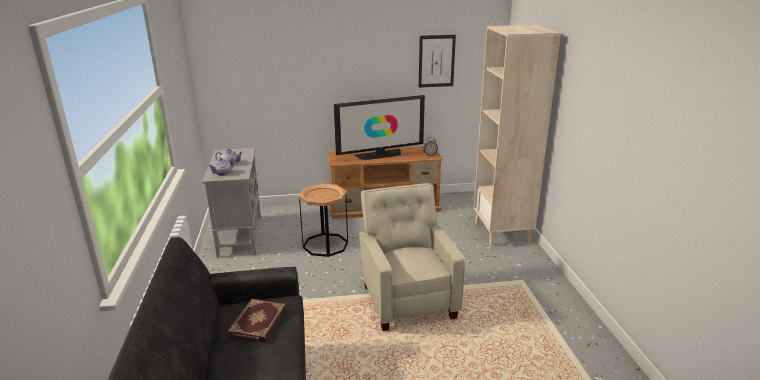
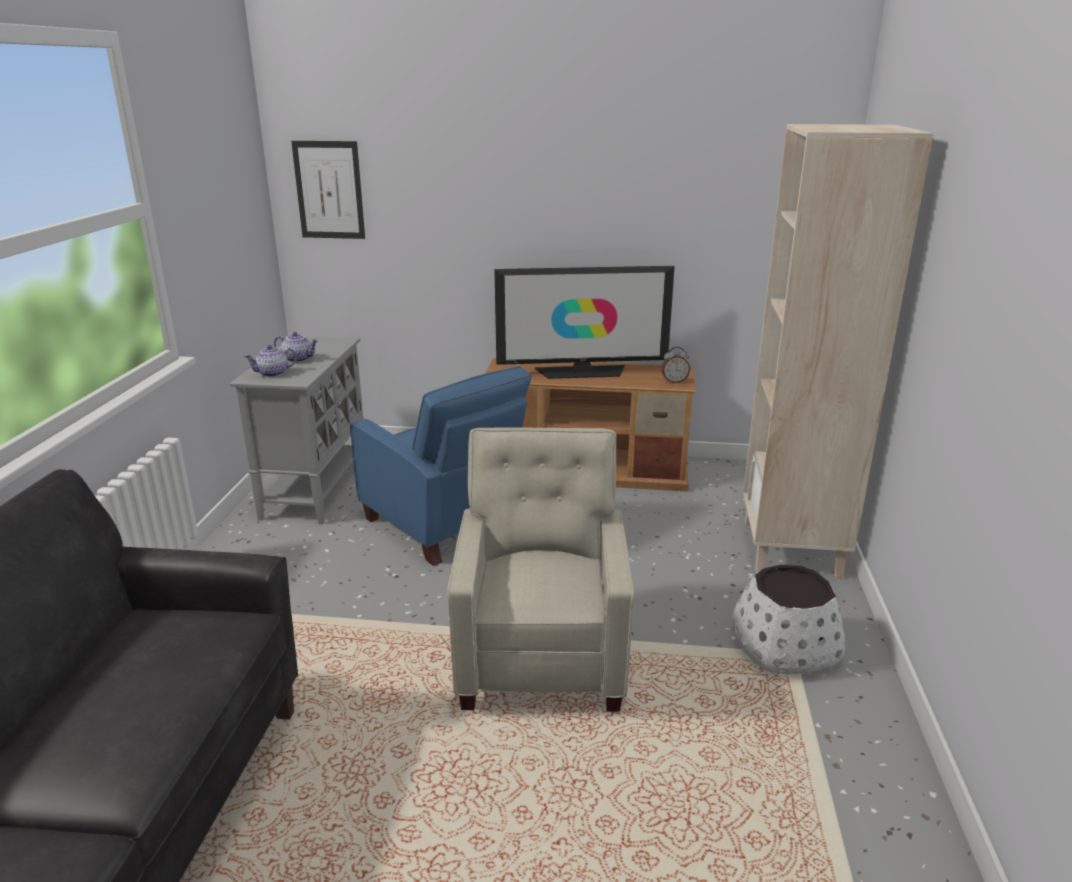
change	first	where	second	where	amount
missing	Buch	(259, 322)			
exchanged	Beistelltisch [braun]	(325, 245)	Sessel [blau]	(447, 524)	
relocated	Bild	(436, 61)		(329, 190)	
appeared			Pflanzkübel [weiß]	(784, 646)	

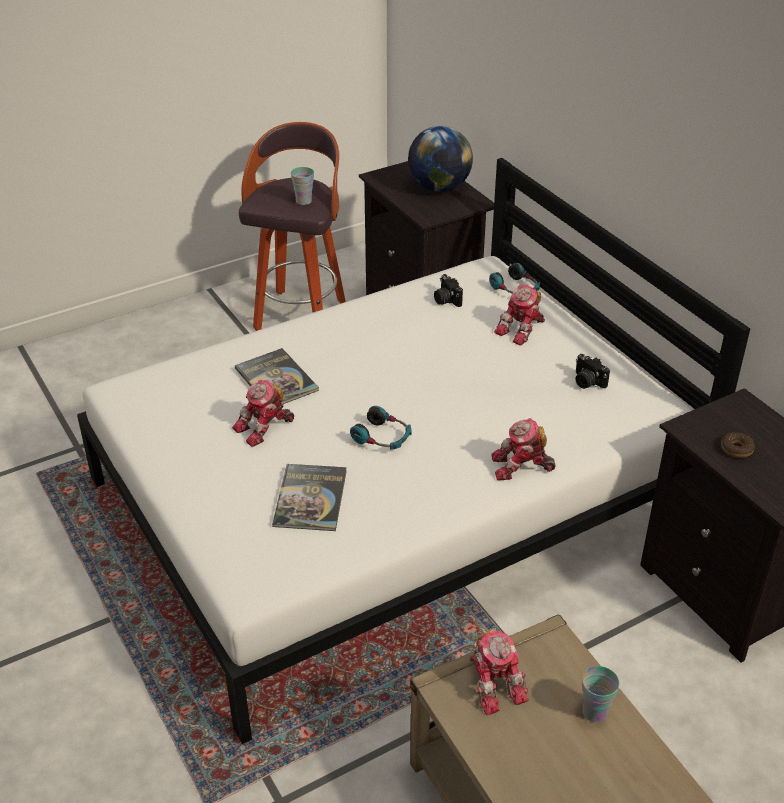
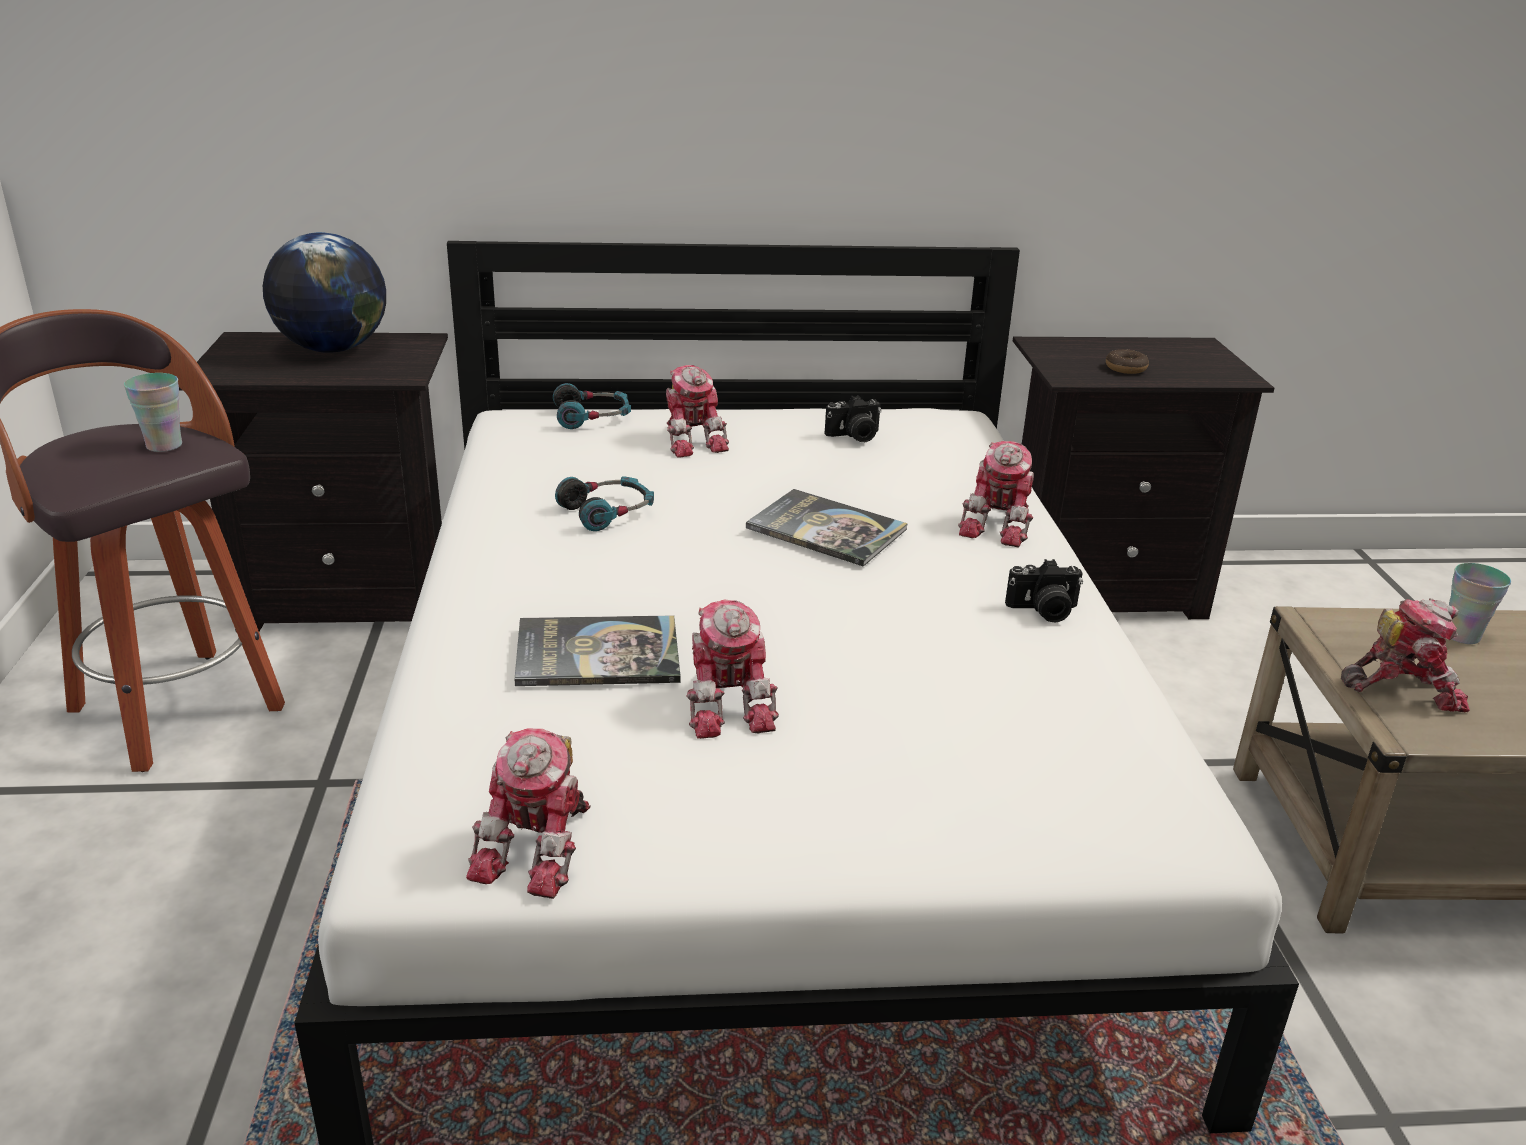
change	first	where	second	where	amount
relocated	Buch	(310, 498)		(826, 529)	
relocated	Kopfhörer	(382, 437)		(608, 512)	
relocated	Kamera	(446, 300)		(1043, 611)	
appeared			Spielzeugroboter	(540, 847)	

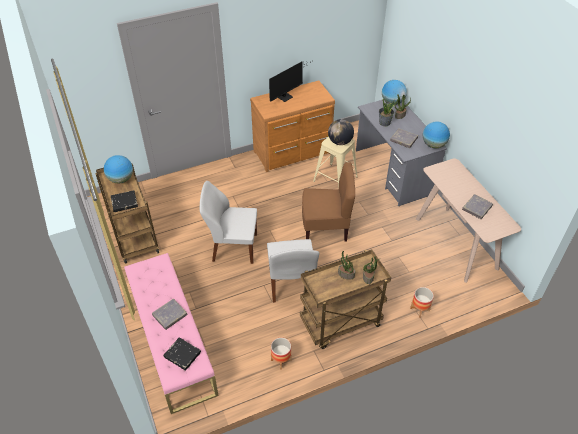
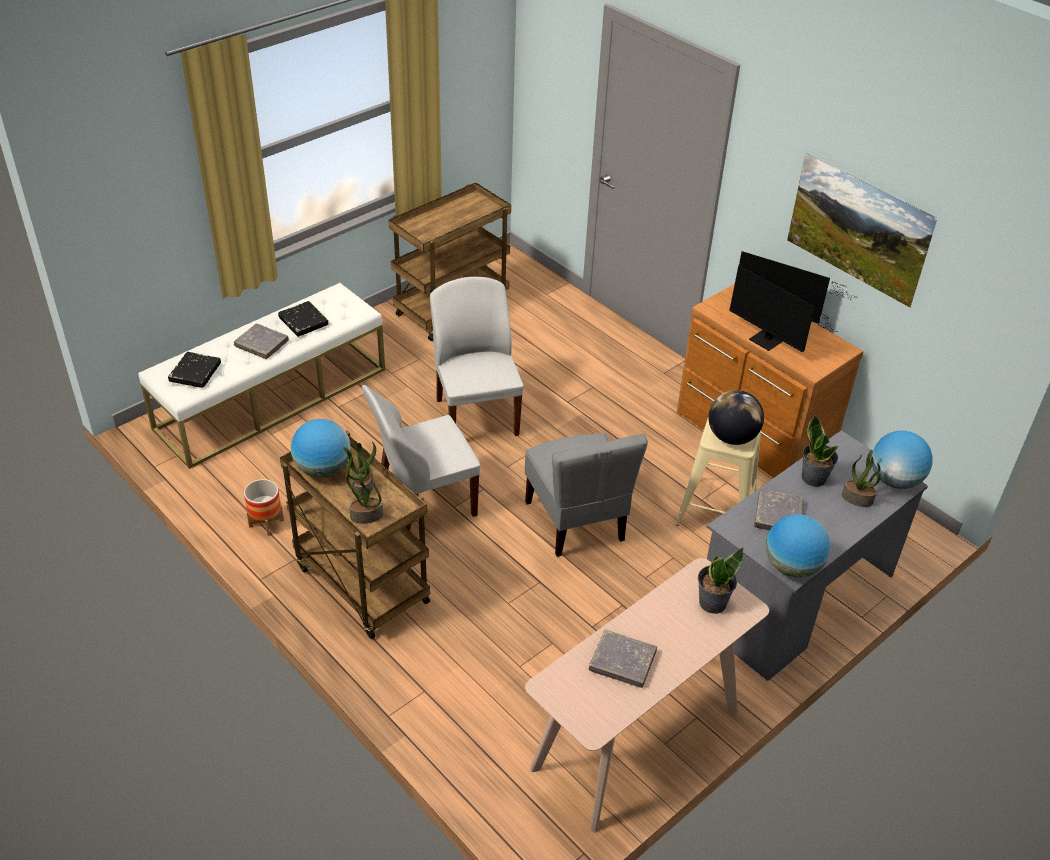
change	first	where	second	where	amount
relocated	Globus	(121, 179)		(323, 469)	
relocated	Buch [schwarz]	(124, 202)		(303, 321)	
colour	Bank [rosa]	(172, 341)	Bank [weiß]	(272, 398)	
colour	Stuhl [braun]	(325, 228)	Stuhl [grau]	(576, 521)	
missing	Pflanzkübel	(420, 309)			
appeared			Topfpflanze	(712, 602)	
appeared			Monitor	(769, 342)	
appeared			Bild	(852, 251)	

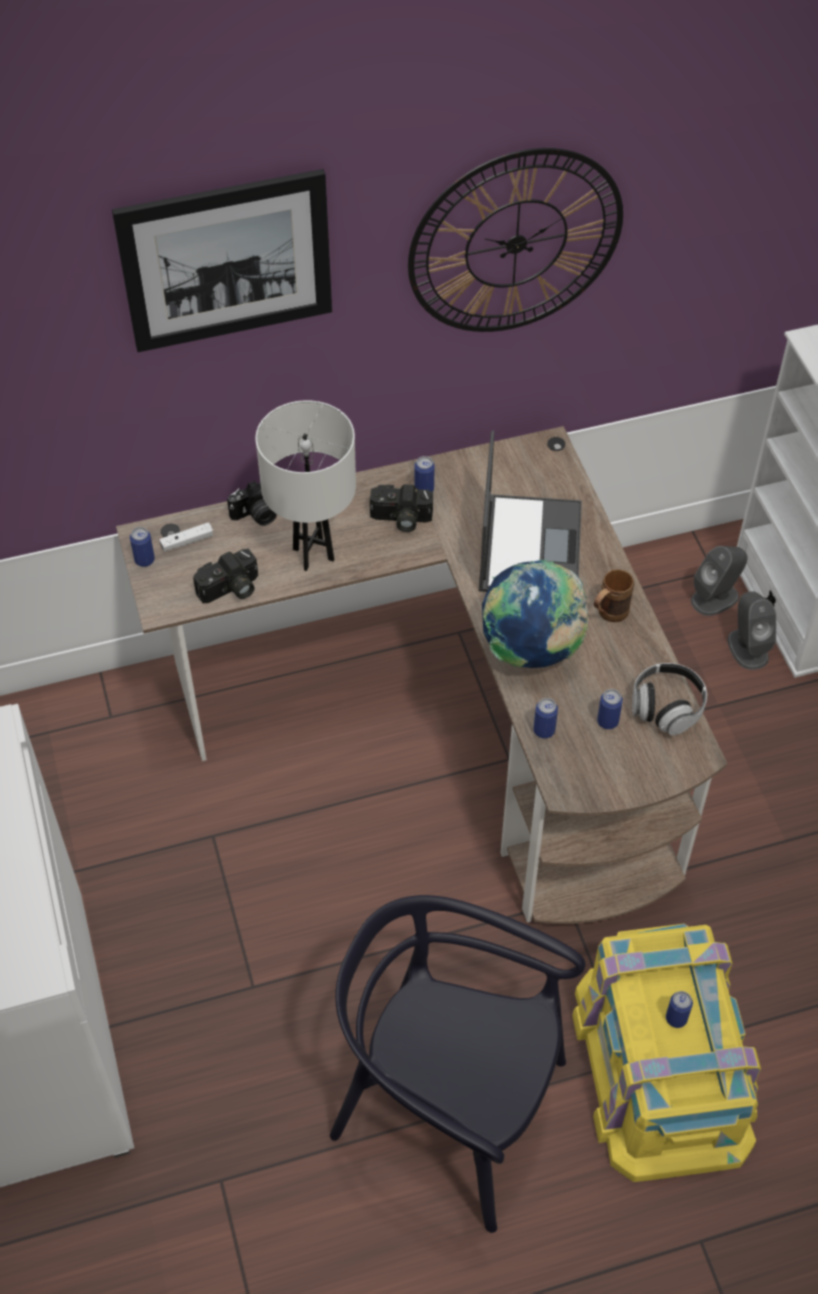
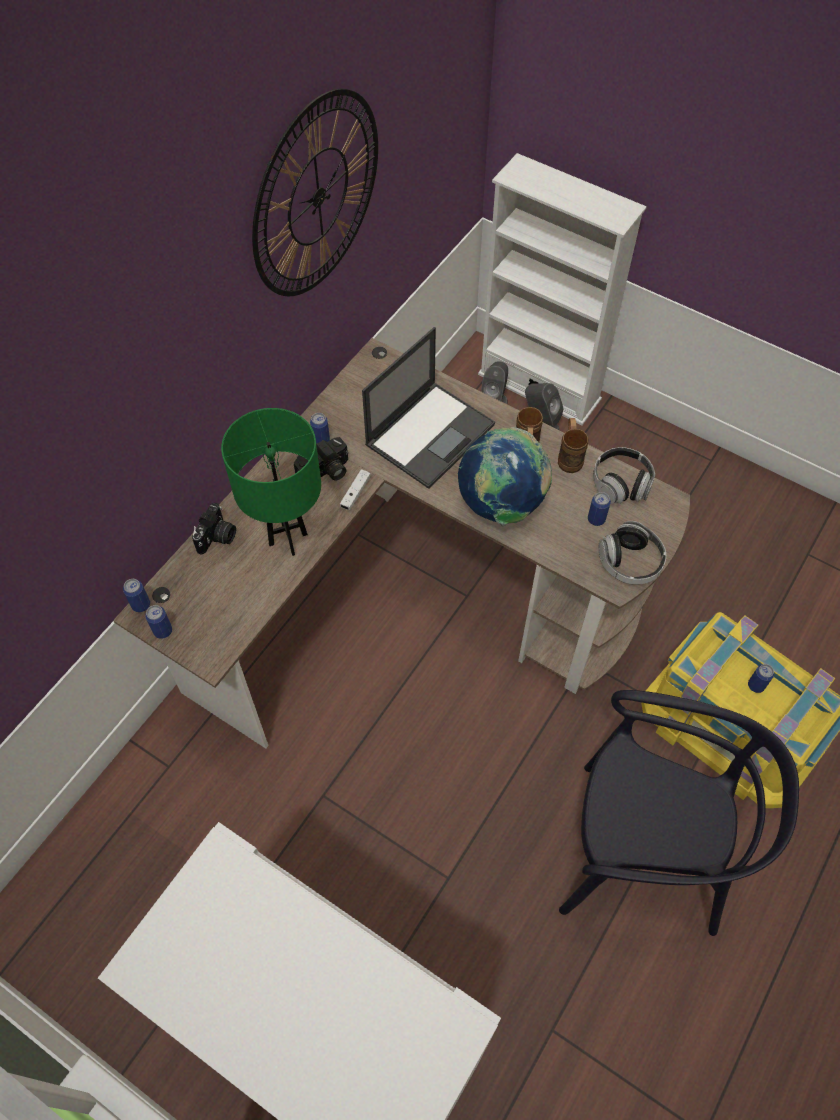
change	first	where	second	where	amount
missing	Bild	(226, 261)			
relocated	Gamepad [weiß]	(187, 541)		(355, 493)	
missing	Kamera	(230, 590)			
colour	Tischlampe [weiß]	(314, 554)	Tischlampe [grün]	(288, 539)	
spun	Stuhl [schwarz]	(449, 1109)		(643, 853)	150 degrees counterclockwise
spun	Laptop	(530, 545)		(430, 433)	75 degrees clockwise
relocated	Dose	(544, 730)		(141, 605)	
appeared			Henkelbecher [braun]	(569, 457)	
appeared			Kopfhörer	(630, 562)	

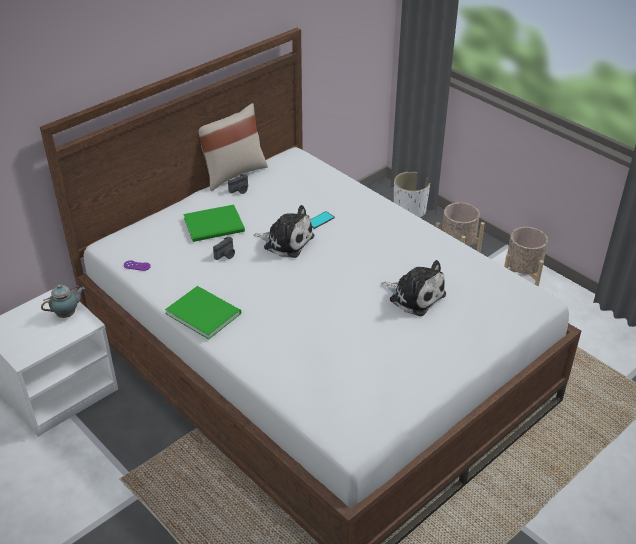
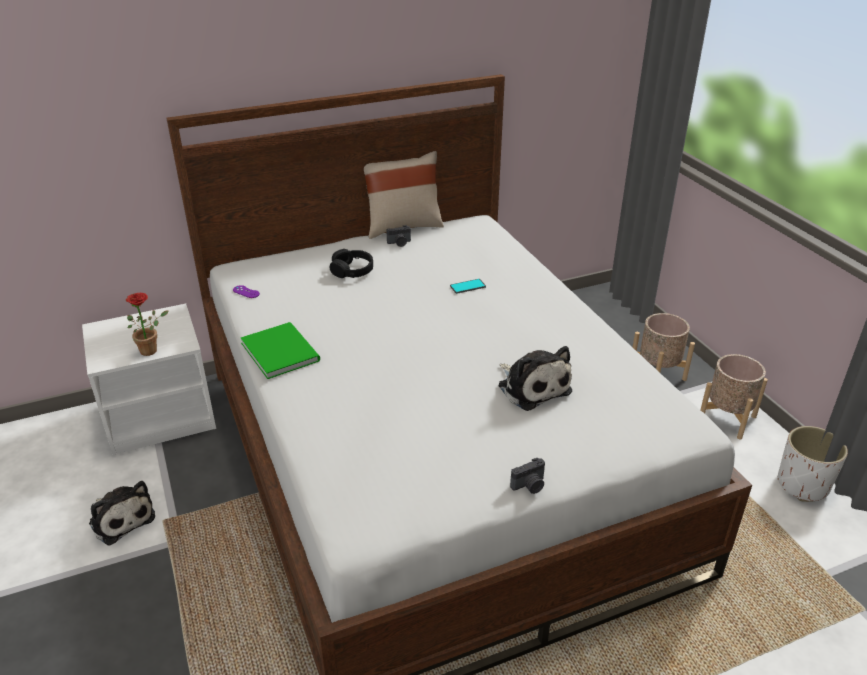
change	first	where	second	where	amount
missing	Teekanne	(67, 314)			
exchanged	Buch [grün]	(216, 225)	Kopfhörer [schwarz]	(352, 270)	
relocated	Kamera	(226, 255)		(529, 486)	
relocated	Plüschtier	(286, 241)		(121, 518)	
relocated	Pflanzkübel [weiß]	(410, 211)		(803, 485)	
appeared			Topfpflanze	(152, 350)	

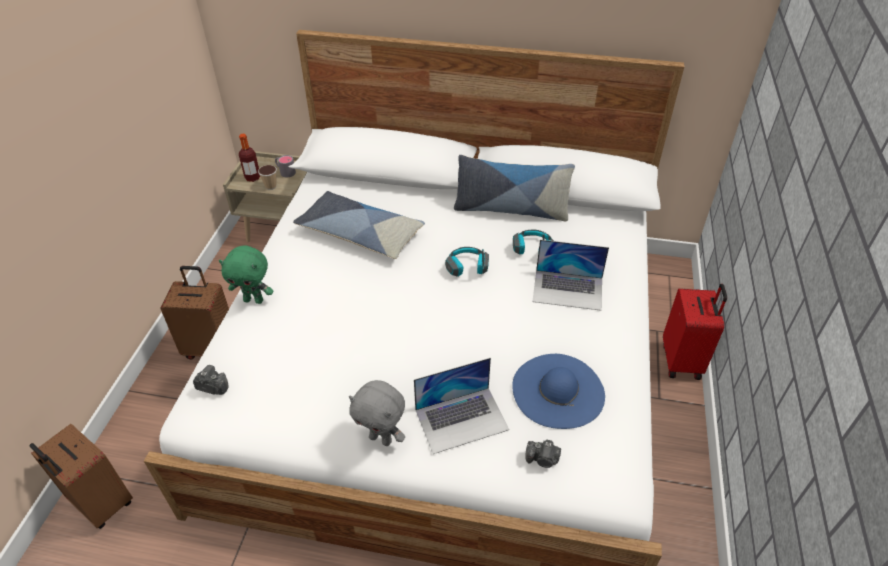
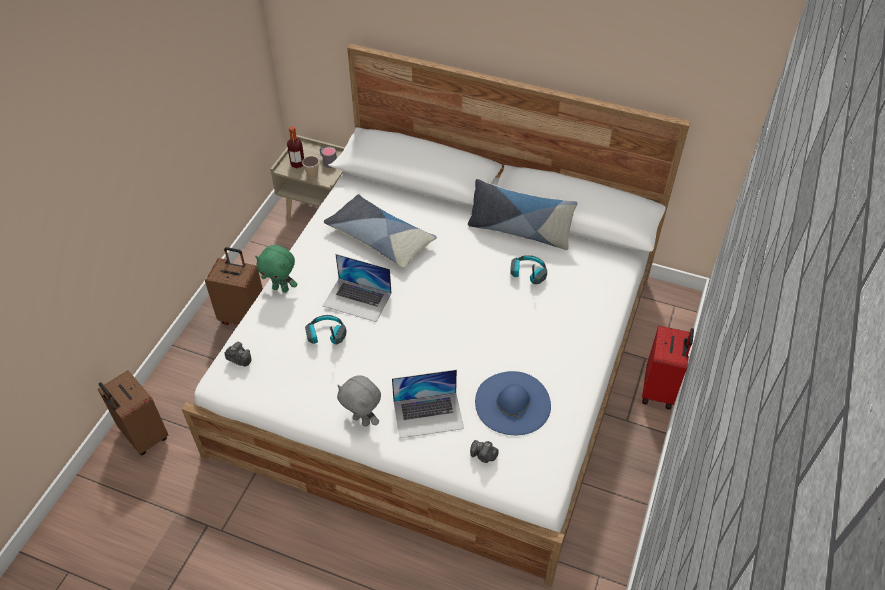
change	first	where	second	where	amount
relocated	Kopfhörer	(467, 267)		(326, 335)	
relocated	Laptop	(568, 289)		(357, 299)	

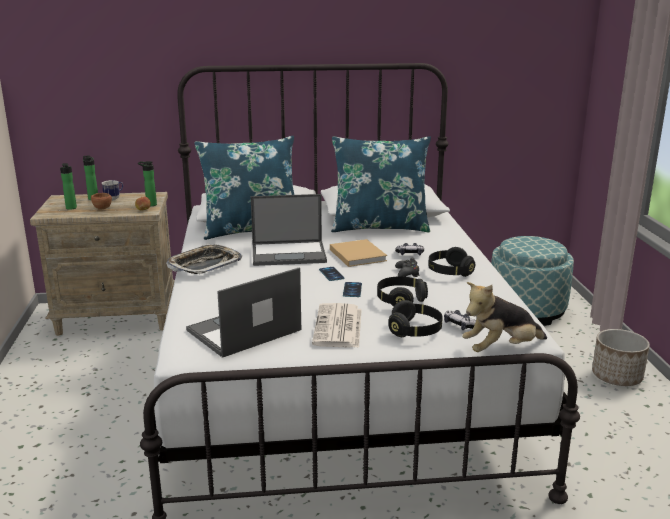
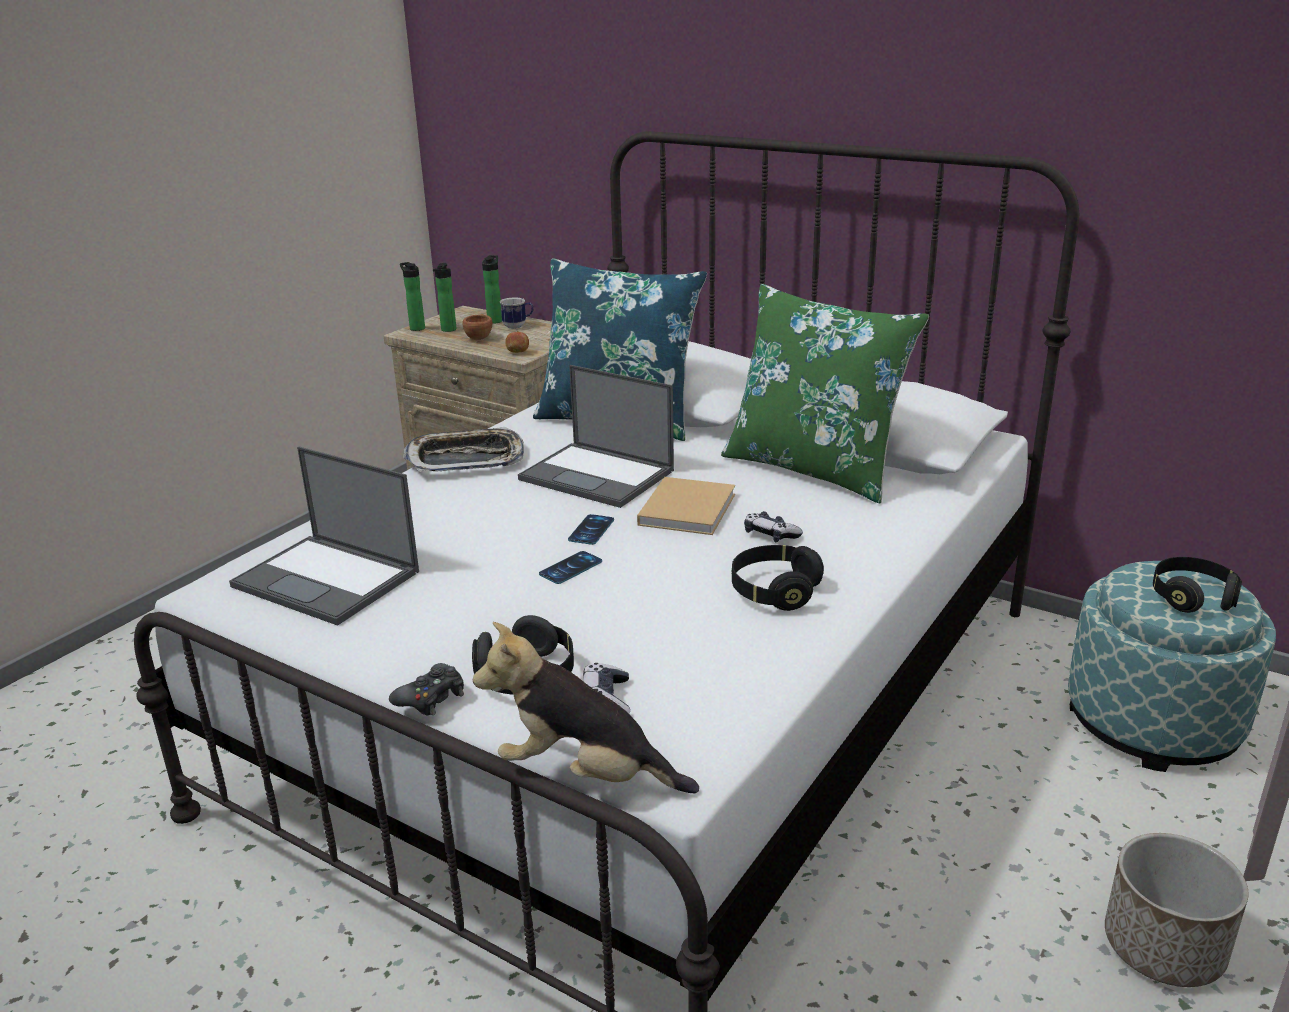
change	first	where	second	where	amount
relocated	Flasche	(150, 204)		(416, 328)	
spun	Laptop	(243, 331)		(328, 579)	150 degrees counterclockwise
missing	Zeitung	(338, 327)			
colour	Kissen [blau]	(380, 227)	Kissen [grün]	(814, 468)	
relocated	Kopfhörer [schwarz]	(400, 300)		(1192, 598)	
relocated	Gamepad [schwarz]	(407, 273)		(431, 698)	

